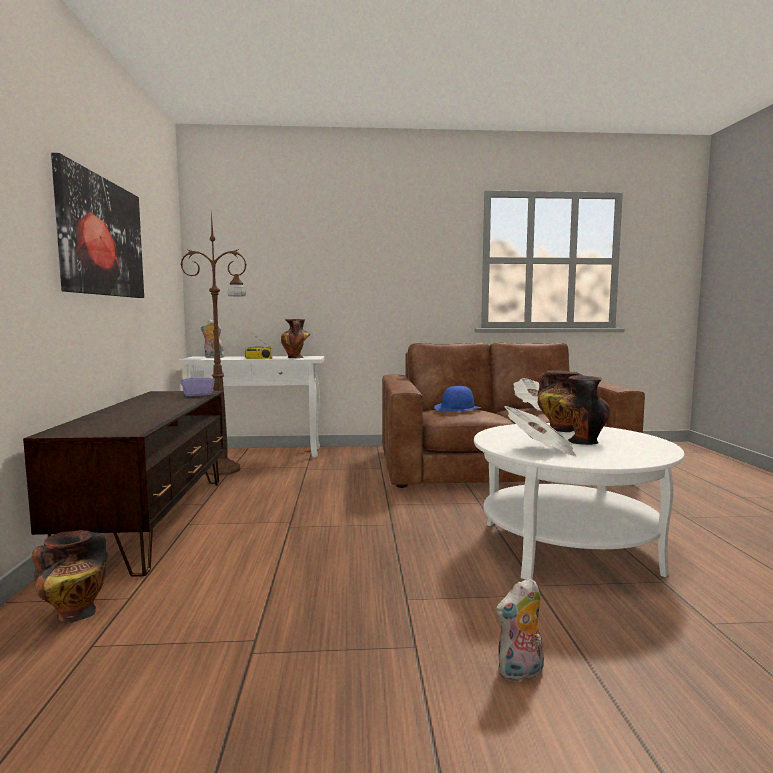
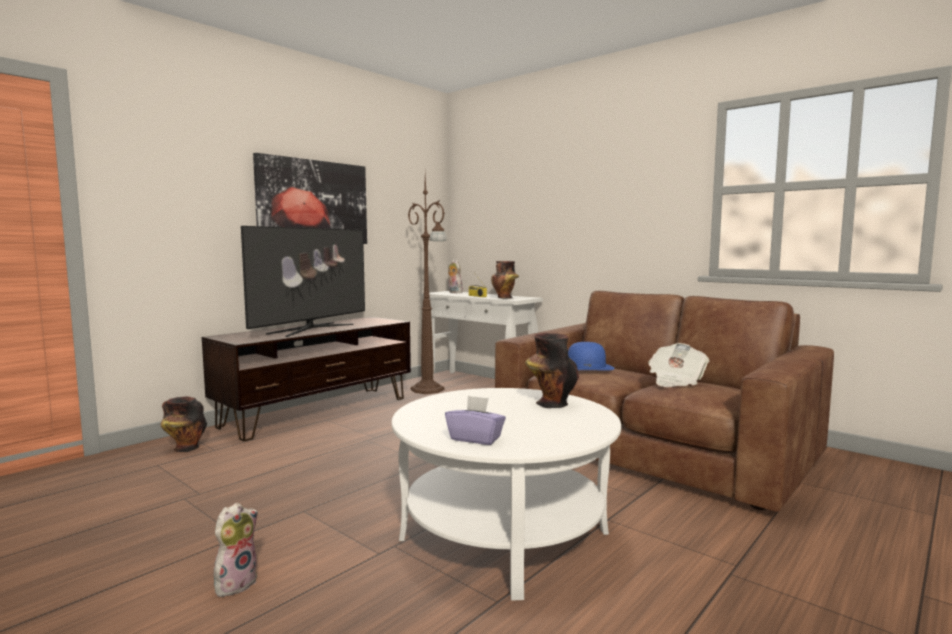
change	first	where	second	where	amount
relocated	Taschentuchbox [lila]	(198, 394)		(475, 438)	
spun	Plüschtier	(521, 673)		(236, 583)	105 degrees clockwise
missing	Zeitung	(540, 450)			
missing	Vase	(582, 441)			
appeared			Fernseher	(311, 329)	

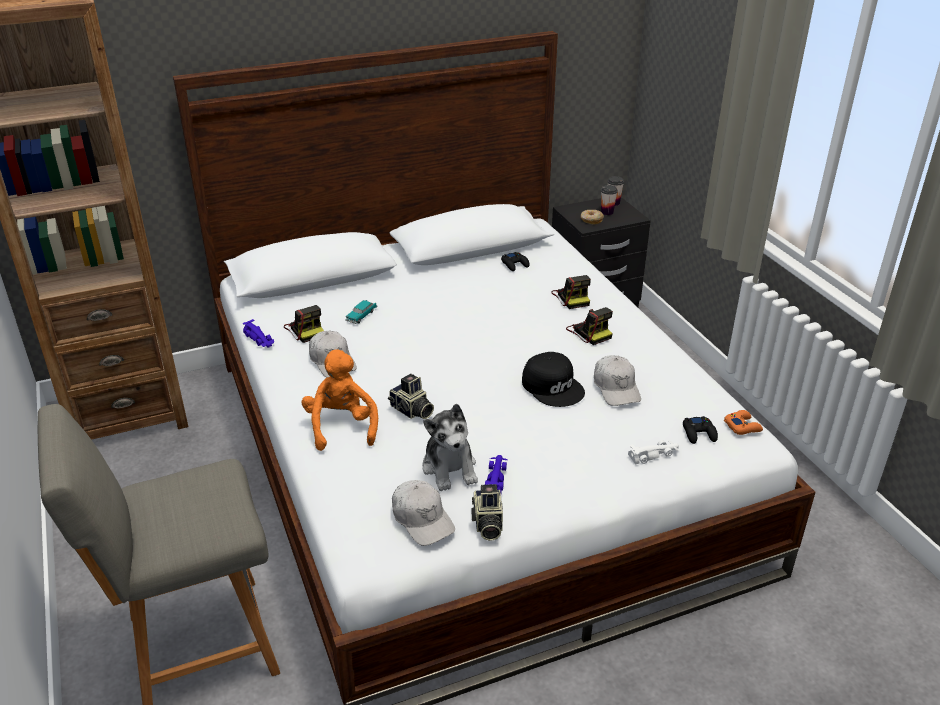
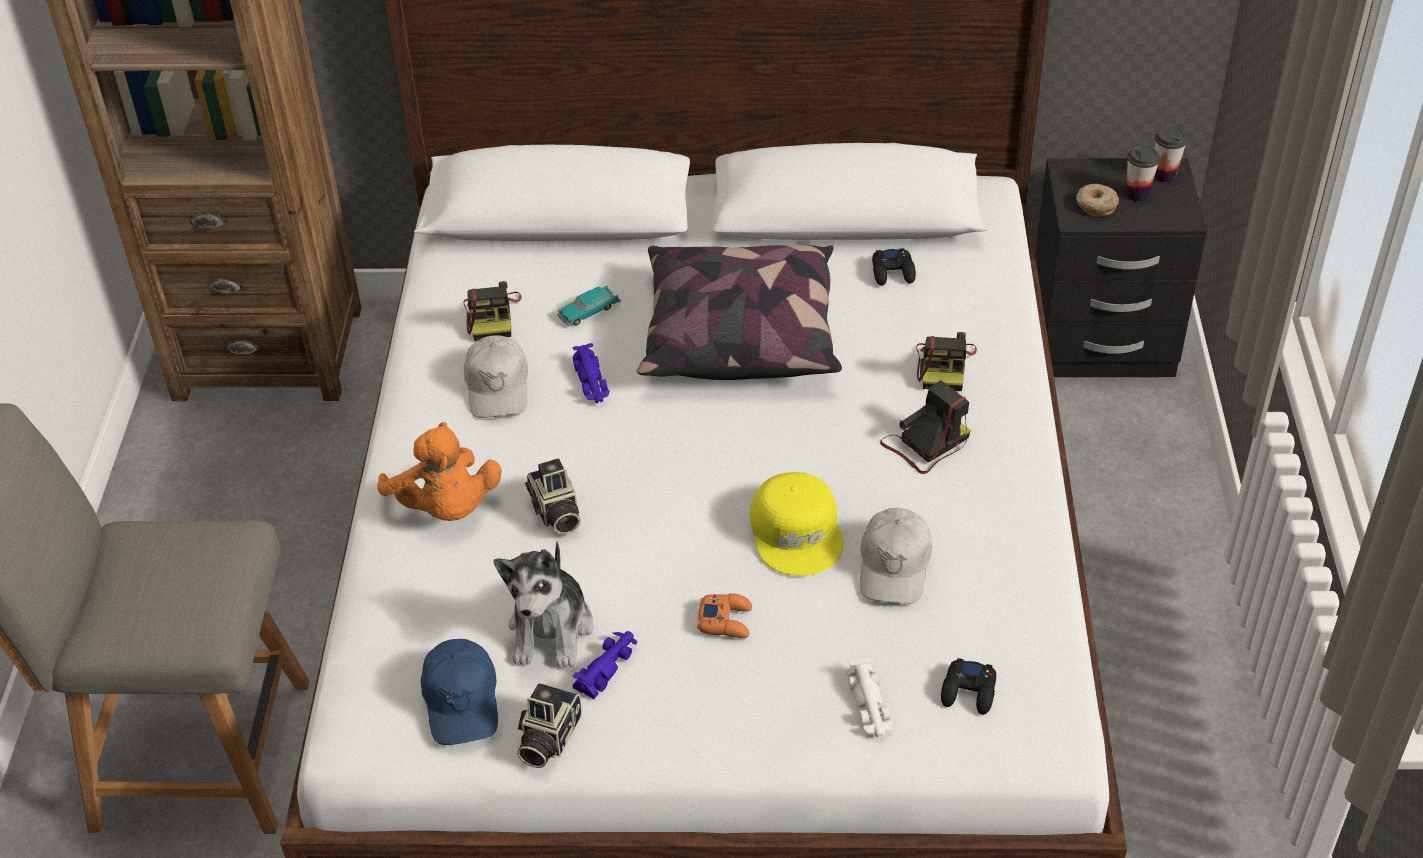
change	first	where	second	where	amount
relocated	Spielzeugauto [lila]	(259, 340)		(591, 382)	
spun	Plüschtier [orange]	(341, 426)		(446, 508)	135 degrees clockwise
colour	Kappe [weiß]	(422, 519)	Kappe [blau]	(462, 700)	
colour	Kappe [schwarz]	(553, 386)	Kappe [gelb]	(798, 532)	
spun	Kamera	(589, 332)		(926, 444)	120 degrees counterclockwise
spun	Spielzeugauto [weiß]	(654, 454)		(869, 705)	75 degrees clockwise
relocated	Gamepad [orange]	(742, 426)		(725, 620)	
appeared			Kissen	(739, 335)	

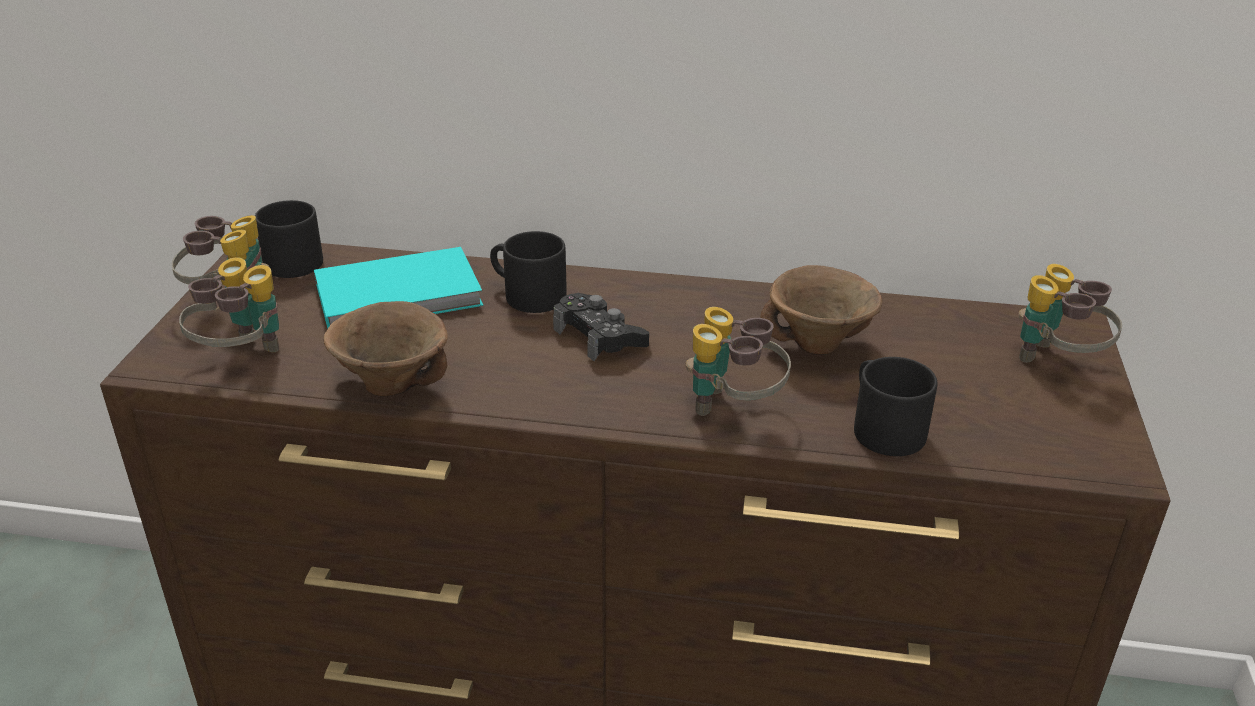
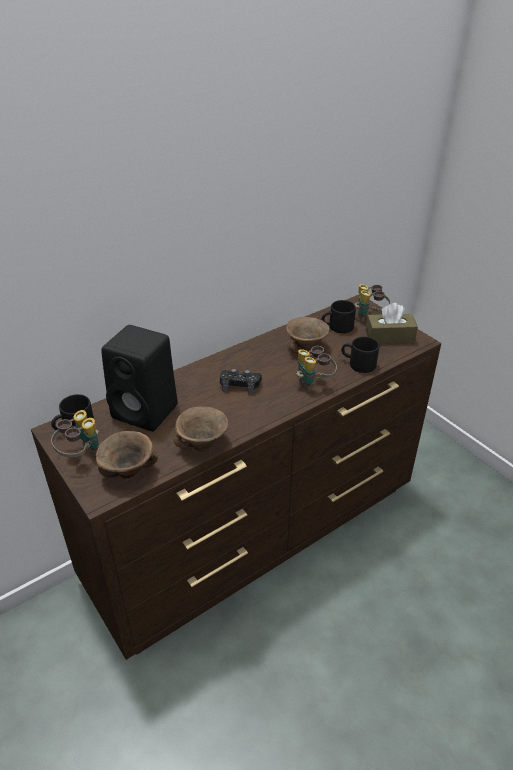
change	first	where	second	where	amount
exchanged	Fernglas	(242, 357)	Schüssel [braun]	(129, 471)	
exchanged	Buch [türkis]	(401, 295)	Lautsprecher [schwarz]	(147, 412)	
relocated	Henkelbecher [schwarz]	(526, 295)		(337, 327)	
appeared			Taschentuchbox [braun]	(389, 337)	

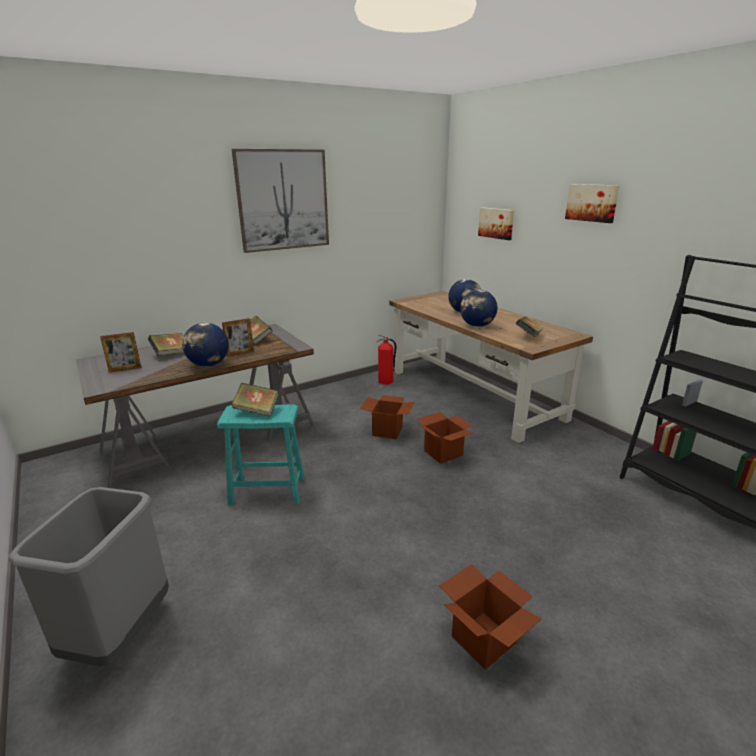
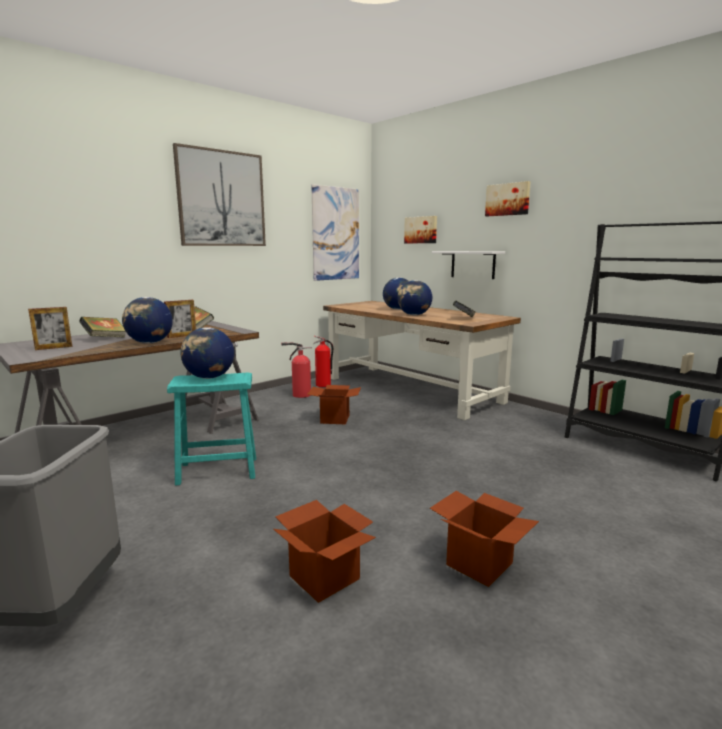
change	first	where	second	where	amount
exchanged	Buch	(257, 411)	Globus	(209, 377)	
relocated	Karton	(443, 453)		(324, 578)	
appeared			Feuerlöscher	(299, 395)	
appeared			Bild	(336, 234)	
appeared			Wandregal [weiß]	(473, 264)	

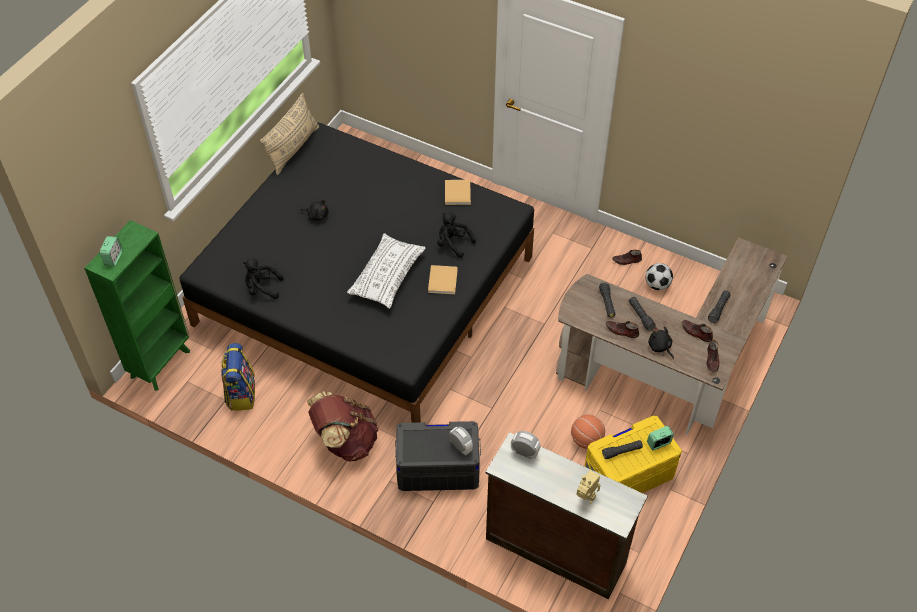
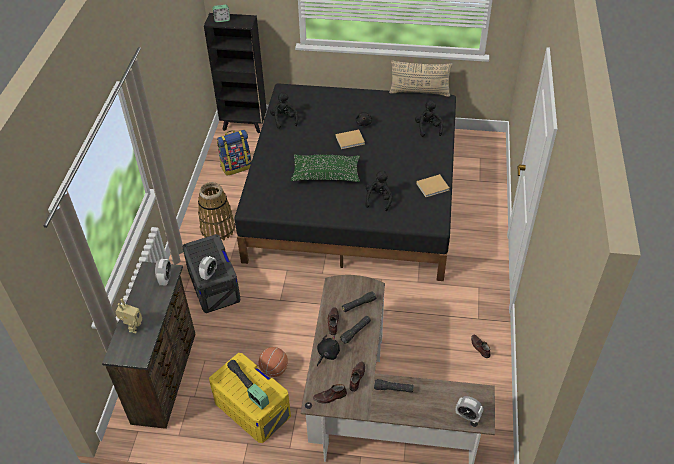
change	first	where	second	where	amount
colour	Bücherregal [grün]	(161, 363)	Bücherregal [schwarz]	(244, 124)	
exchanged	Rucksack [braun]	(345, 441)	Korb	(218, 228)	
colour	Kissen [weiß]	(387, 277)	Kissen [grün]	(326, 174)	
relocated	Buch [beige]	(443, 280)		(351, 140)	
missing	Fußball	(657, 285)			
appeared			Plüschtier [schwarz]	(428, 128)	
appeared			Wecker	(467, 416)	

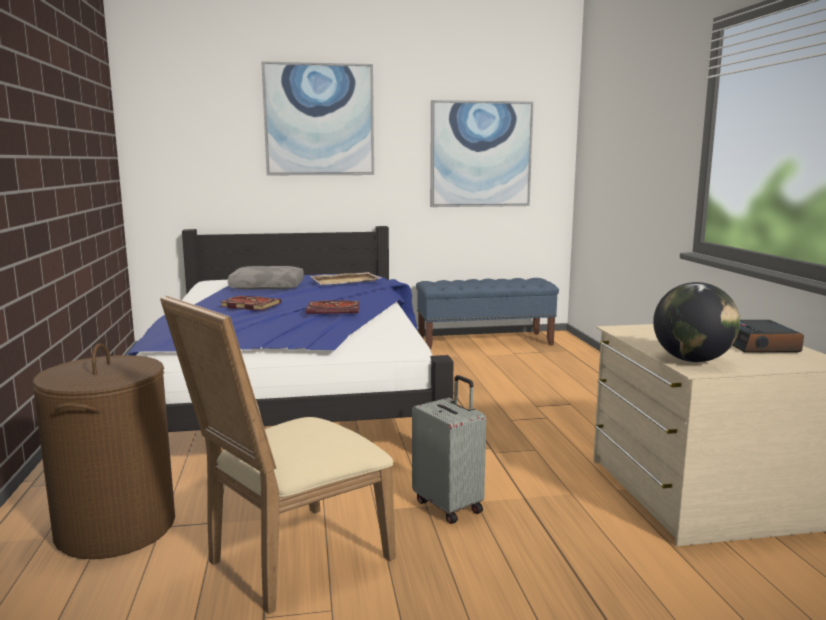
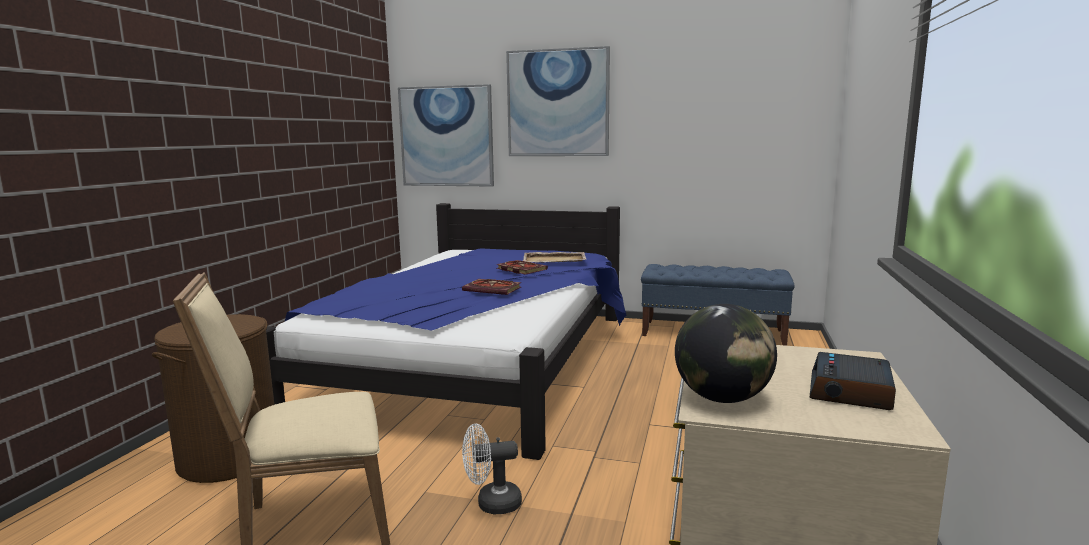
change	first	where	second	where	amount
relocated	Buch	(248, 305)		(520, 269)	
missing	Kissen [grau]	(268, 286)			
exchanged	Koffer [grau]	(449, 506)	Ventilator [weiß]	(491, 504)	
relocated	Bild	(480, 154)		(446, 136)	

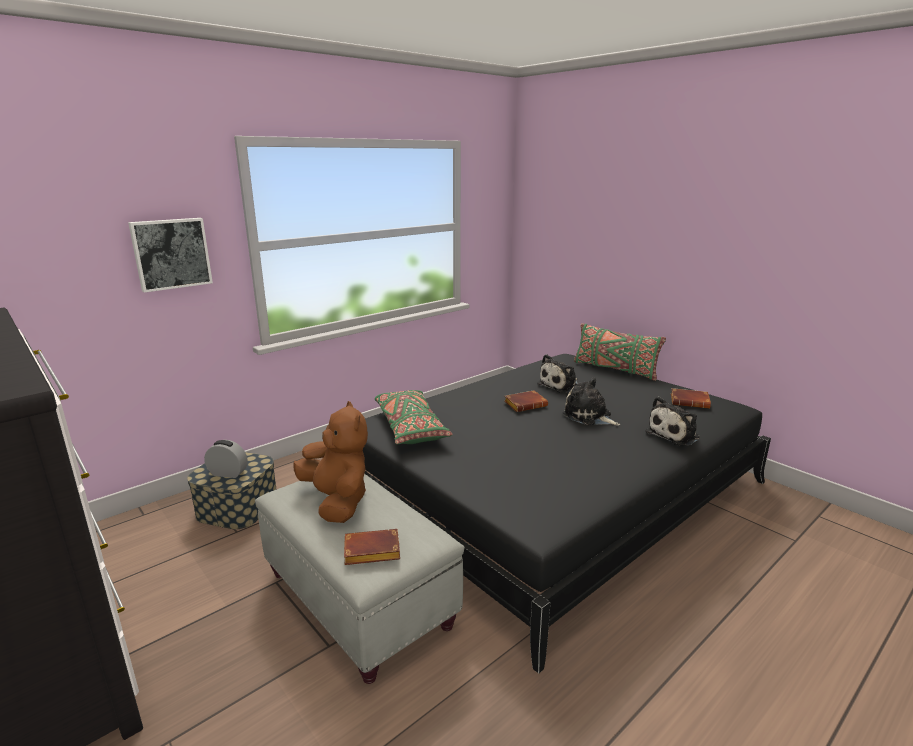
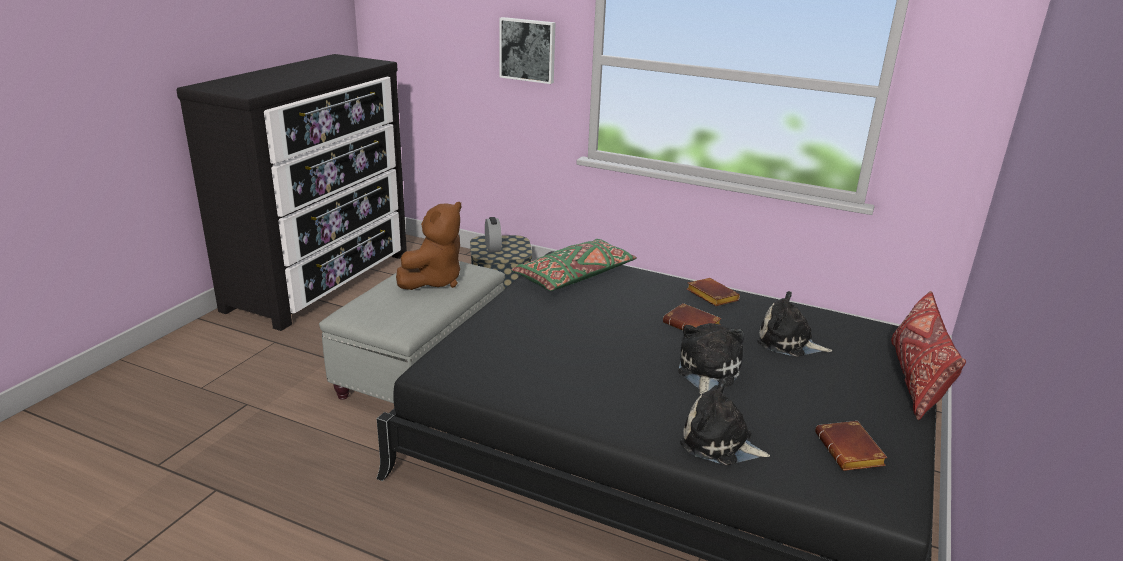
change	first	where	second	where	amount
relocated	Buch [braun]	(370, 552)		(710, 296)	
colour	Kissen [grün]	(615, 369)	Kissen [rot]	(916, 380)	

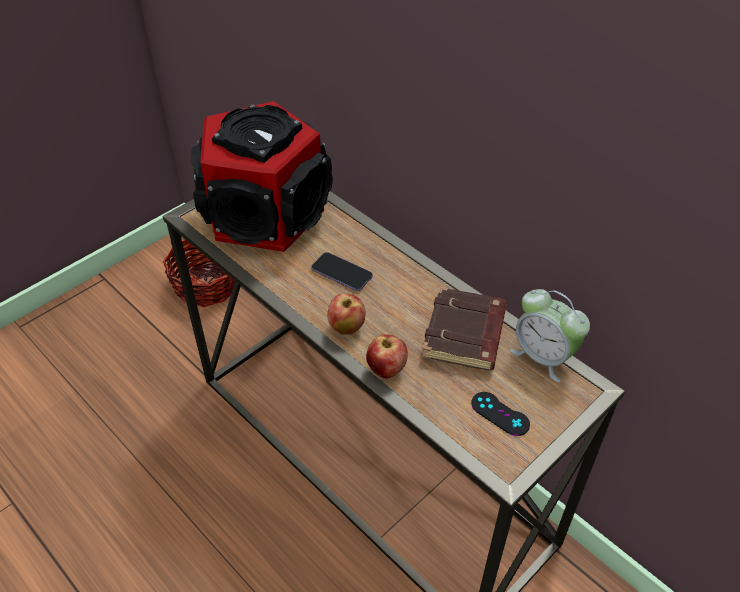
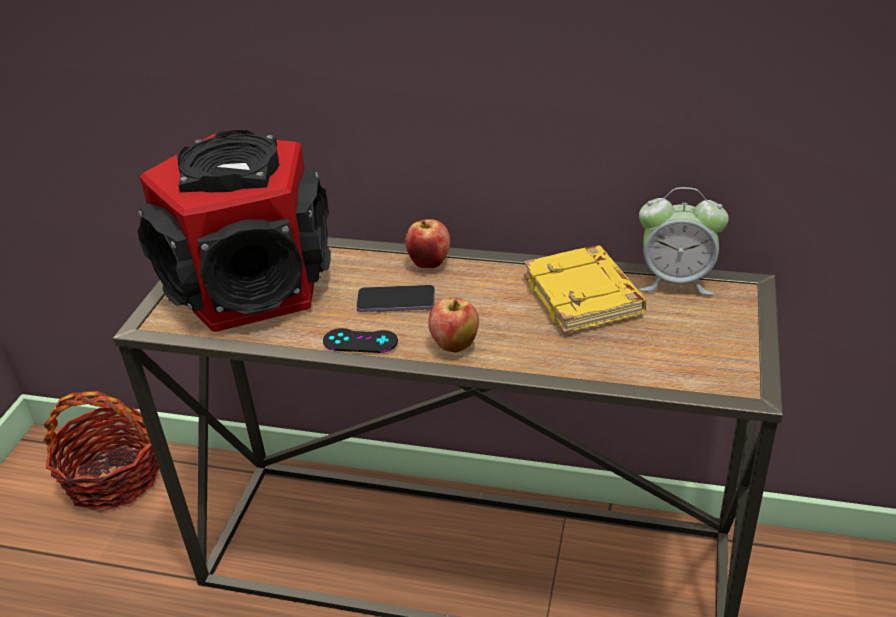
change	first	where	second	where	amount
relocated	Apfel	(386, 369)		(429, 263)	
colour	Buch [braun]	(465, 335)	Buch [gelb]	(584, 296)	
relocated	Gamepad [schwarz]	(500, 414)		(360, 341)	

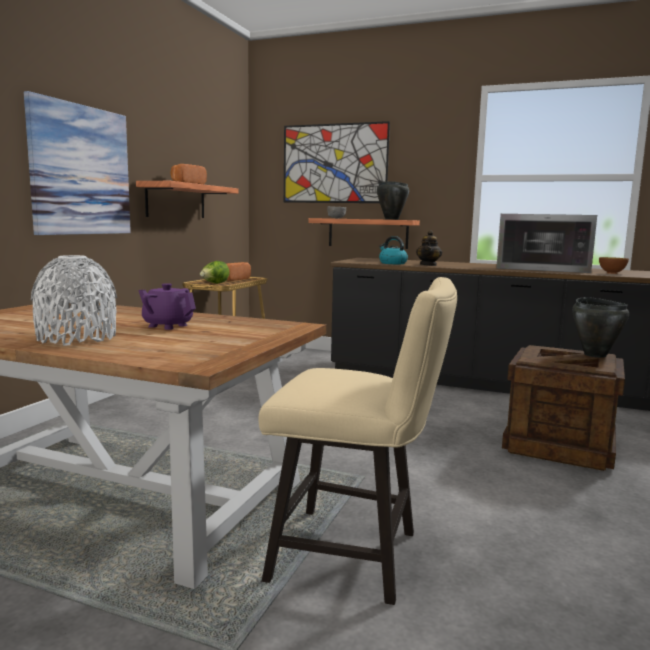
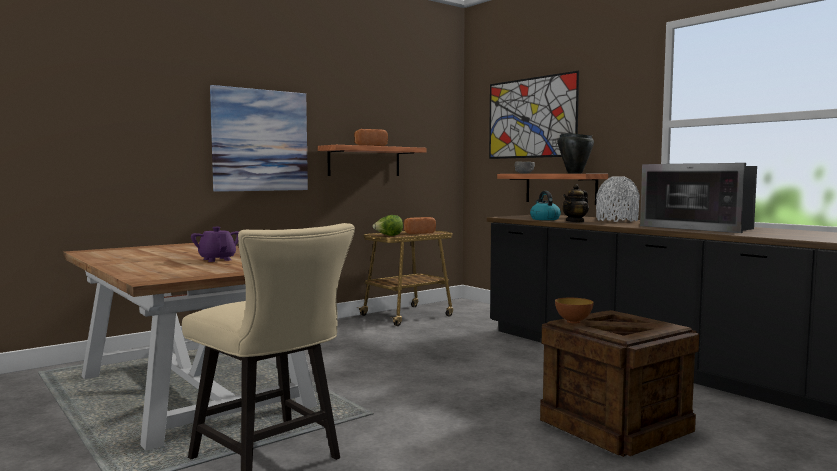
change	first	where	second	where	amount
relocated	Vase [weiß]	(77, 338)		(617, 220)	
missing	Kochtopf [schwarz]	(595, 355)			
relocated	Schüssel	(612, 273)		(573, 322)	

